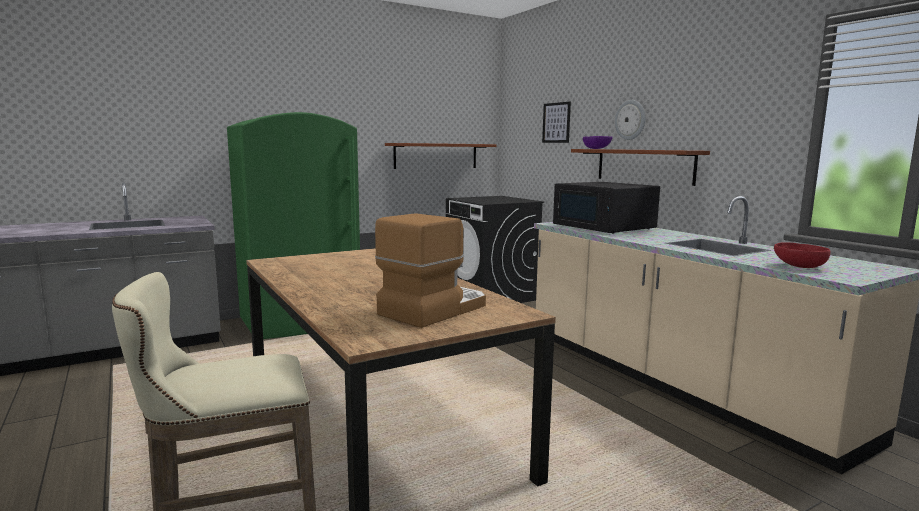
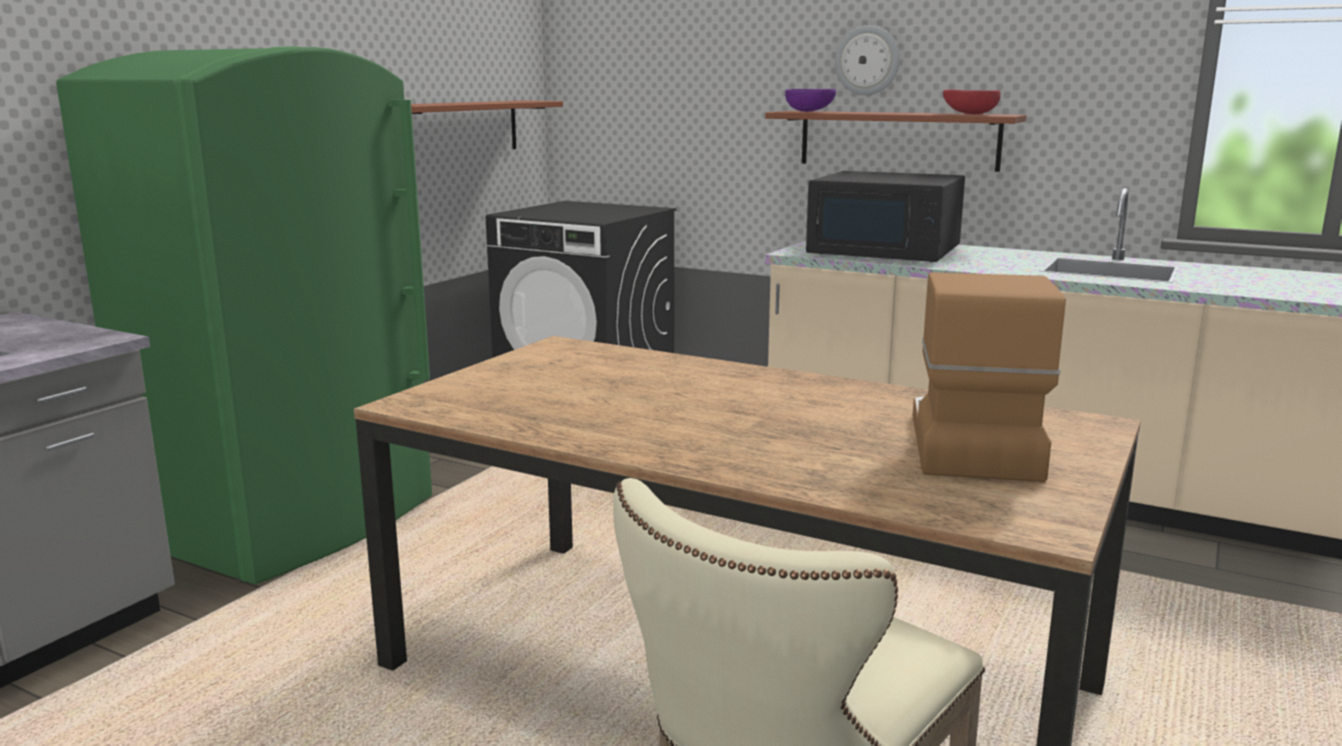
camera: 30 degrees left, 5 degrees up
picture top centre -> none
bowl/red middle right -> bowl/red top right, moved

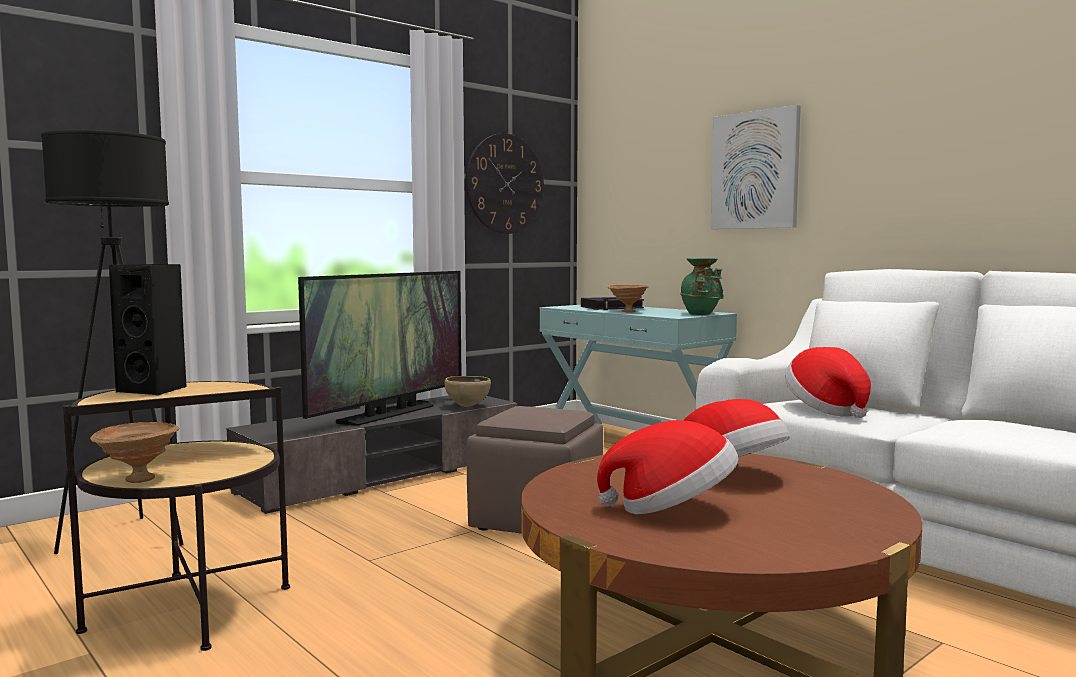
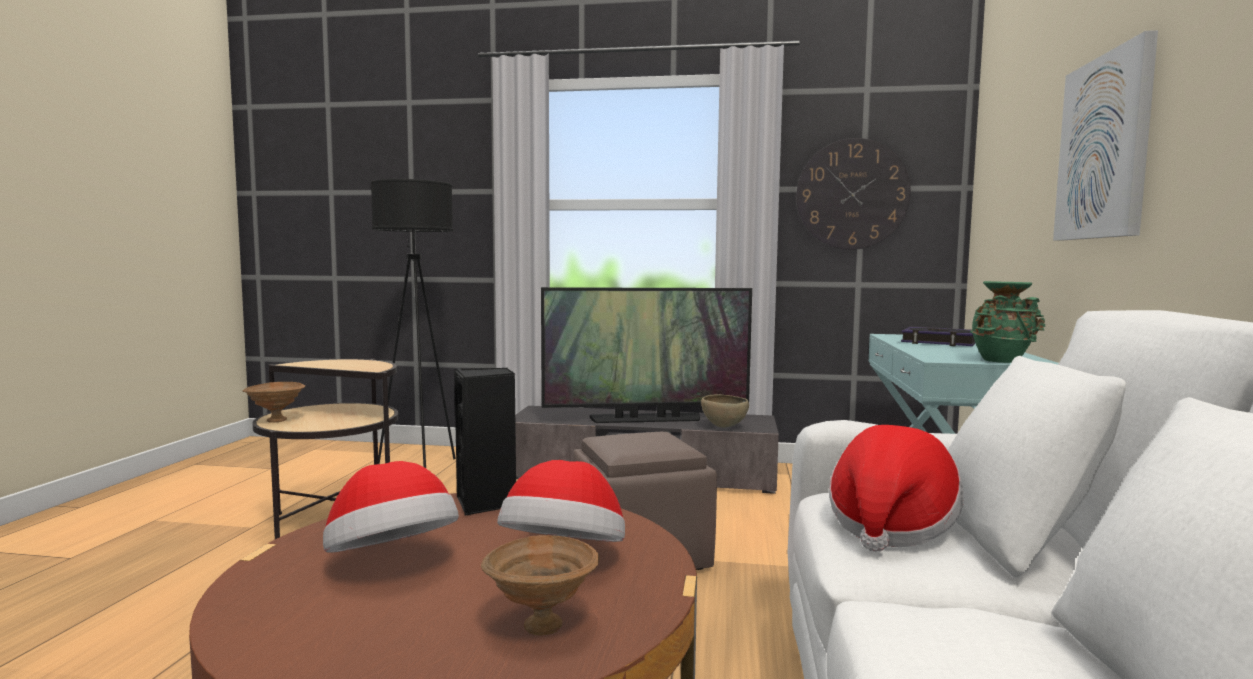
camera: 50 degrees right, 0 degrees up
speaker/black middle left -> speaker/black centre, moved
bowl/brown (3rd from left in the first image) centre -> bowl/brown (2nd from left) bottom centre, moved

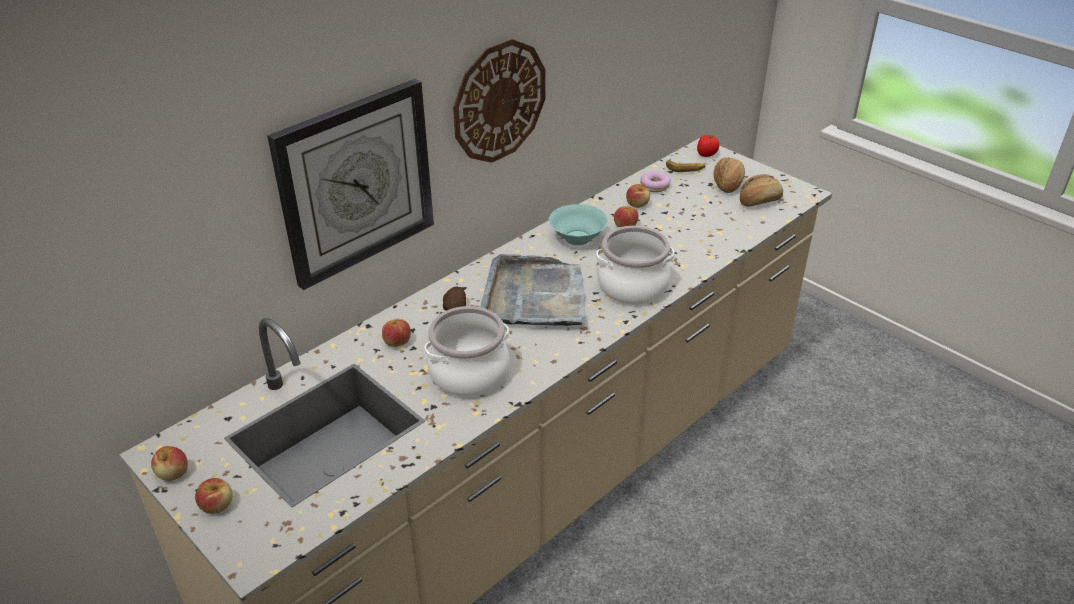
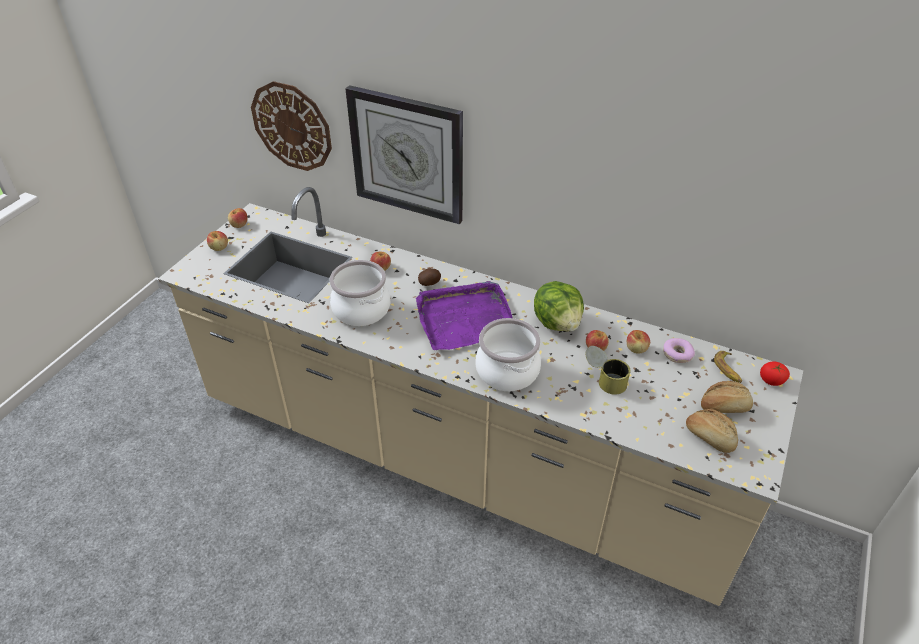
camera: 70 degrees right, 5 degrees up
wall clock (2nd from left in the first image) top centre -> wall clock (1st from left) top left, moved
tray/grey centre -> tray/purple centre
bowl/turquoise centre -> lettuce centre
none -> can centre

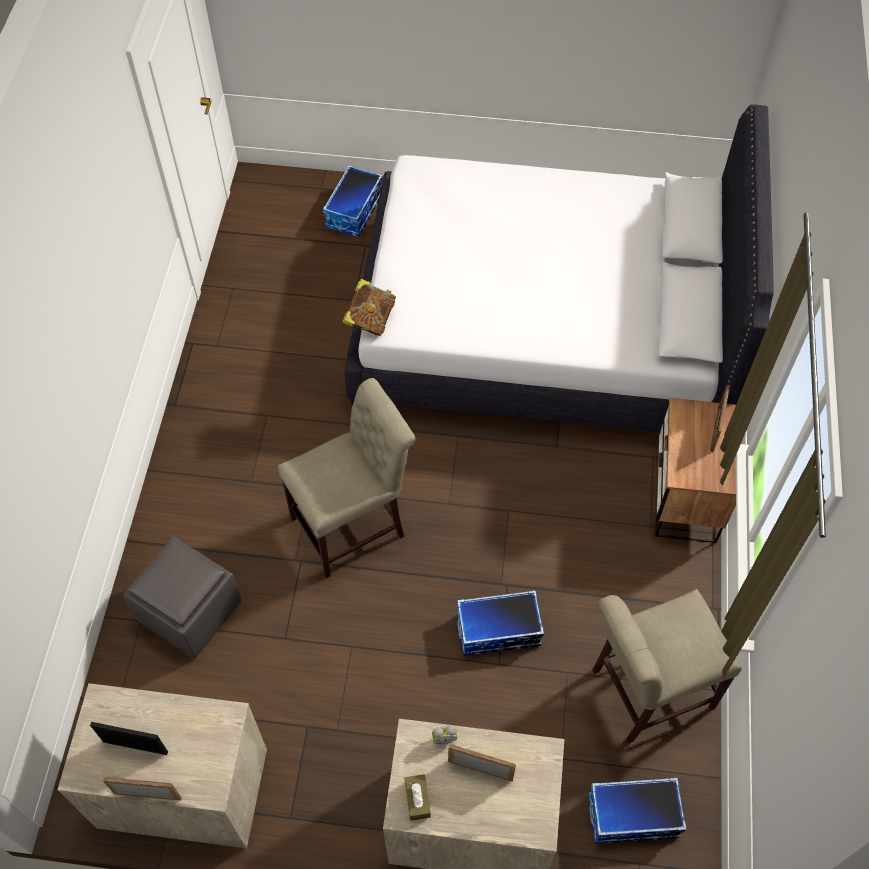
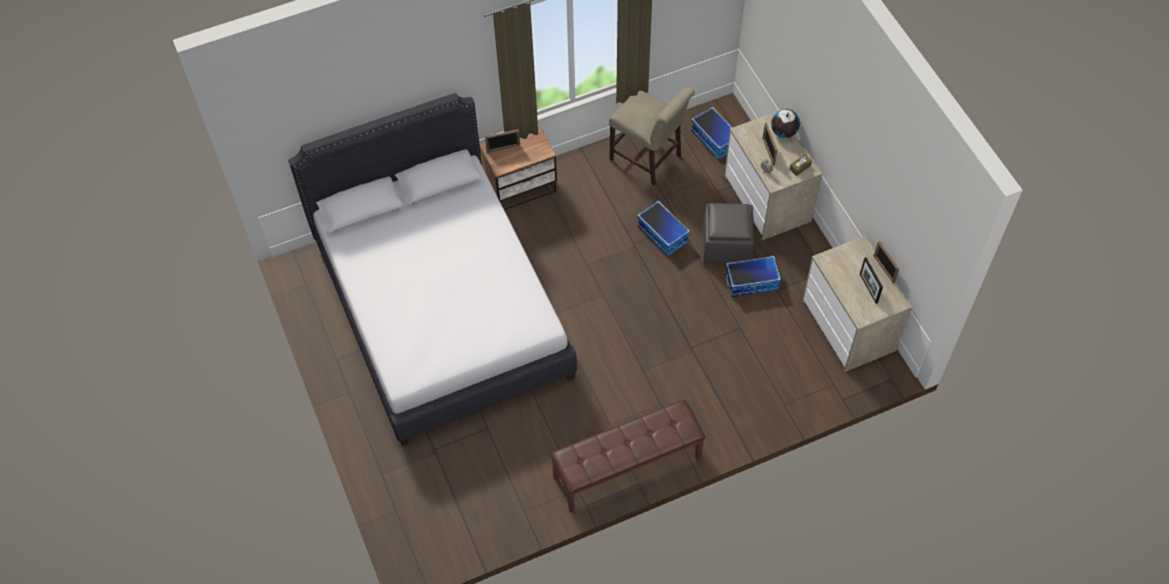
camera: 120 degrees left, 0 degrees up
ottoman/grey bottom left -> ottoman/grey centre, moved
chair/beige (1st from left) centre -> none
storage box (1st from left in the first image) top centre -> storage box (3rd from left) centre, moved
book centre -> none
none -> bench/brown bottom centre
none -> globe top right

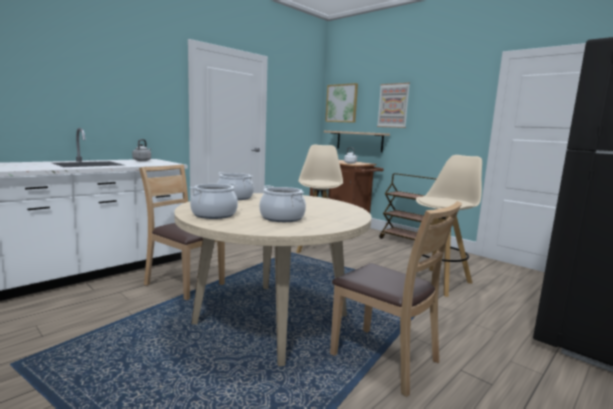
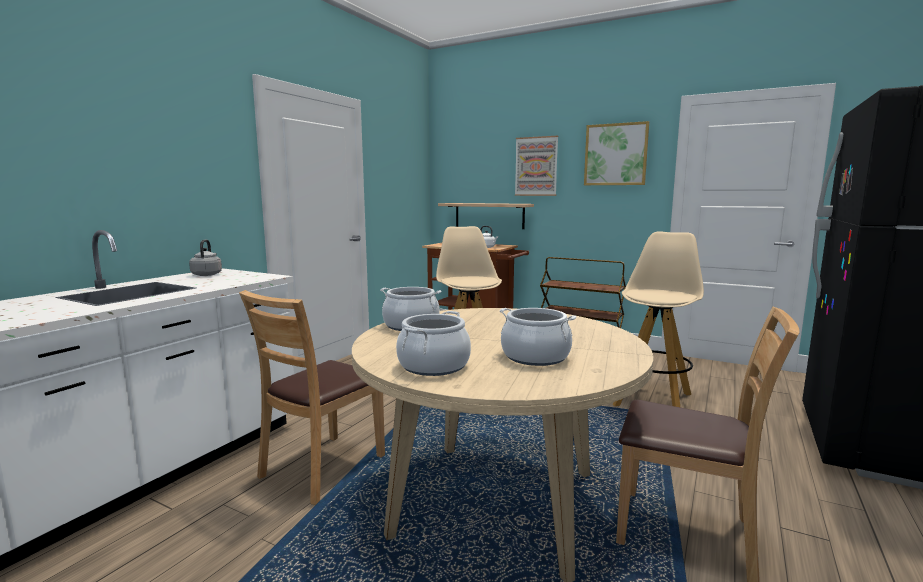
camera: 15 degrees left, 0 degrees up
chair/brown (1st from left) middle left -> chair/brown (1st from left) bottom centre, 75 degrees counterclockwise
picture (1st from left in the first image) top centre -> picture (2nd from left) top right, moved

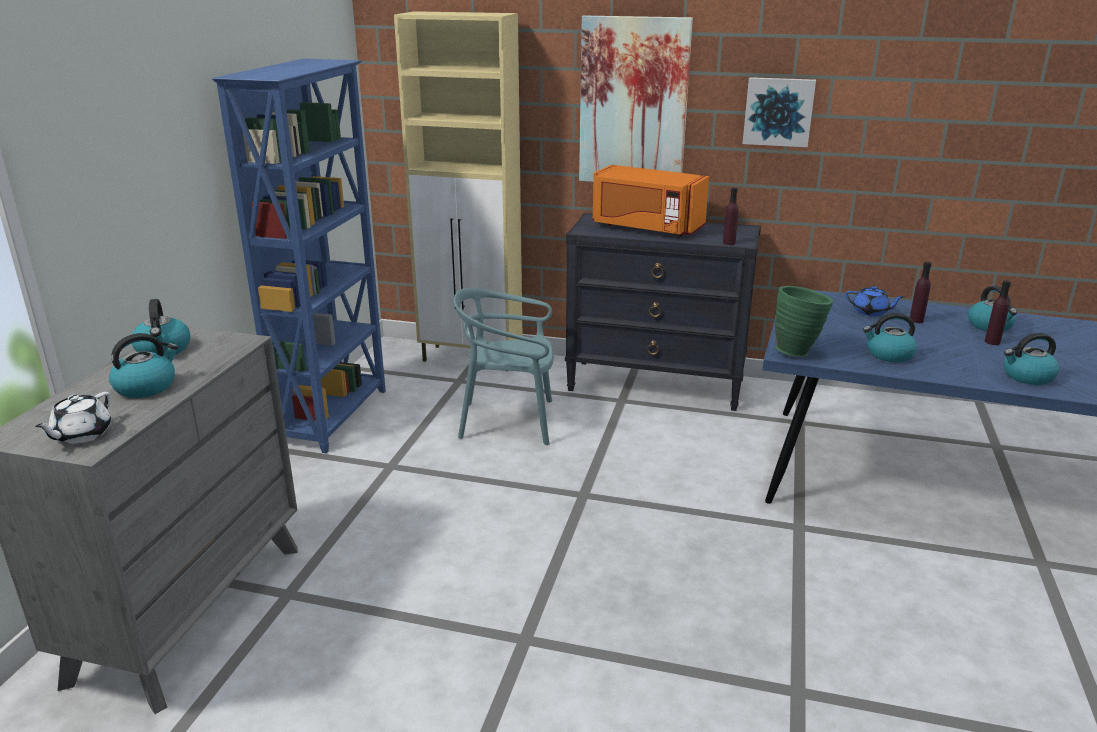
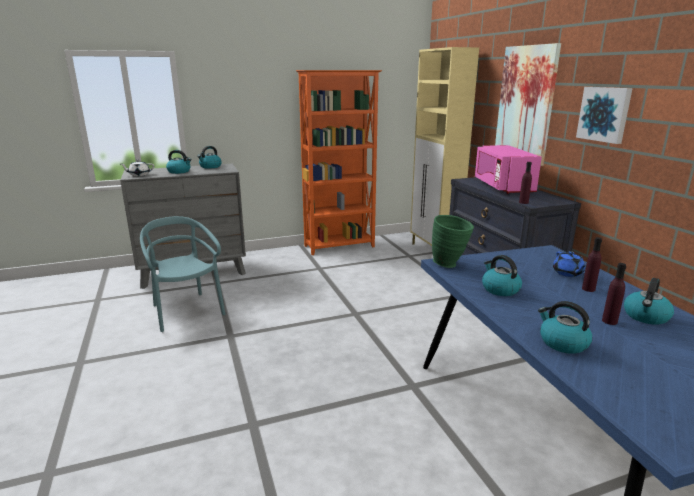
camera: 55 degrees right, 5 degrees down
bookcase/blue middle left -> bookcase/orange top centre
chair/turquoise centre -> chair/turquoise middle left, moved
microwave/orange top centre -> microwave/pink middle right

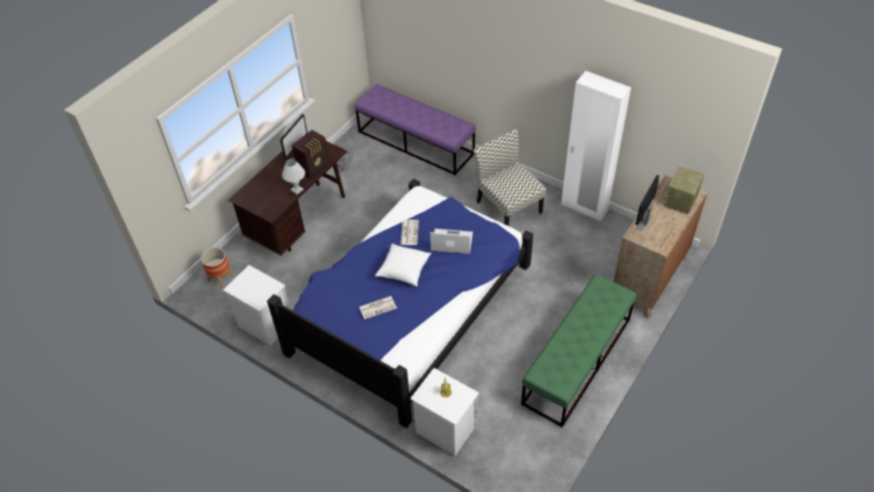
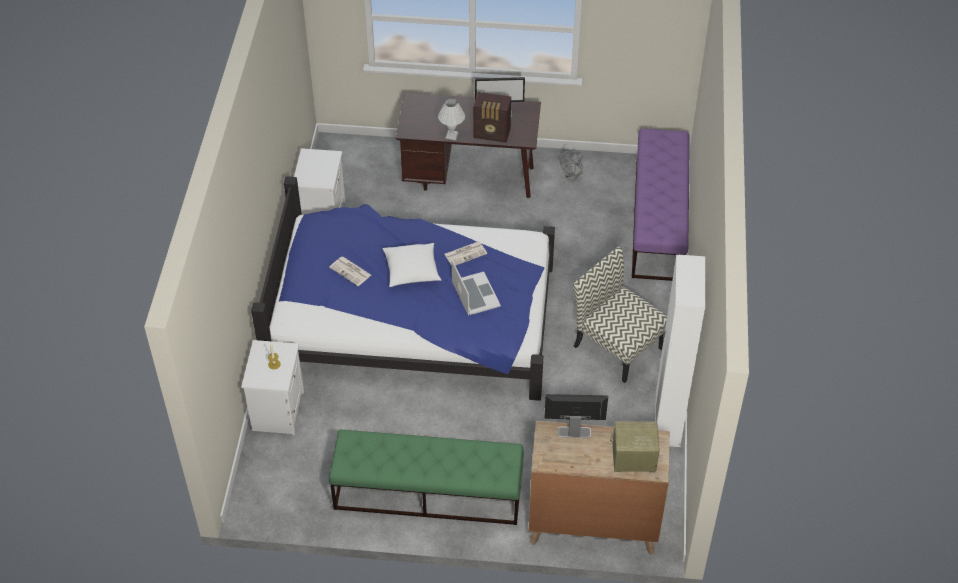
camera: 60 degrees right, 0 degrees up
planter middle left -> none
chair centre, 75 degrees counterclockwise

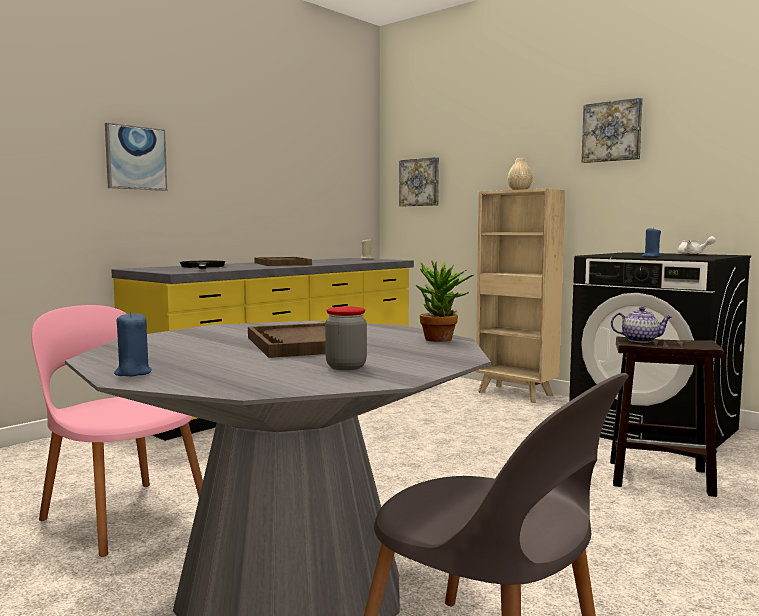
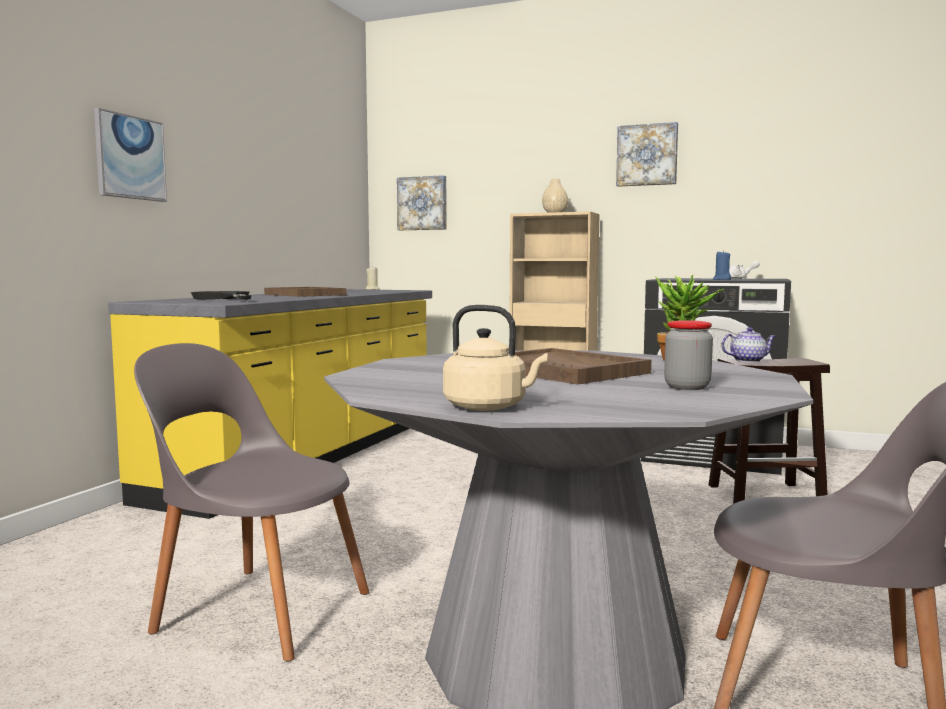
camera: 20 degrees left, 0 degrees up
chair/pink bottom left -> chair/grey (1st from left) bottom left
candle/blue (1st from left) middle left -> kettle/beige centre

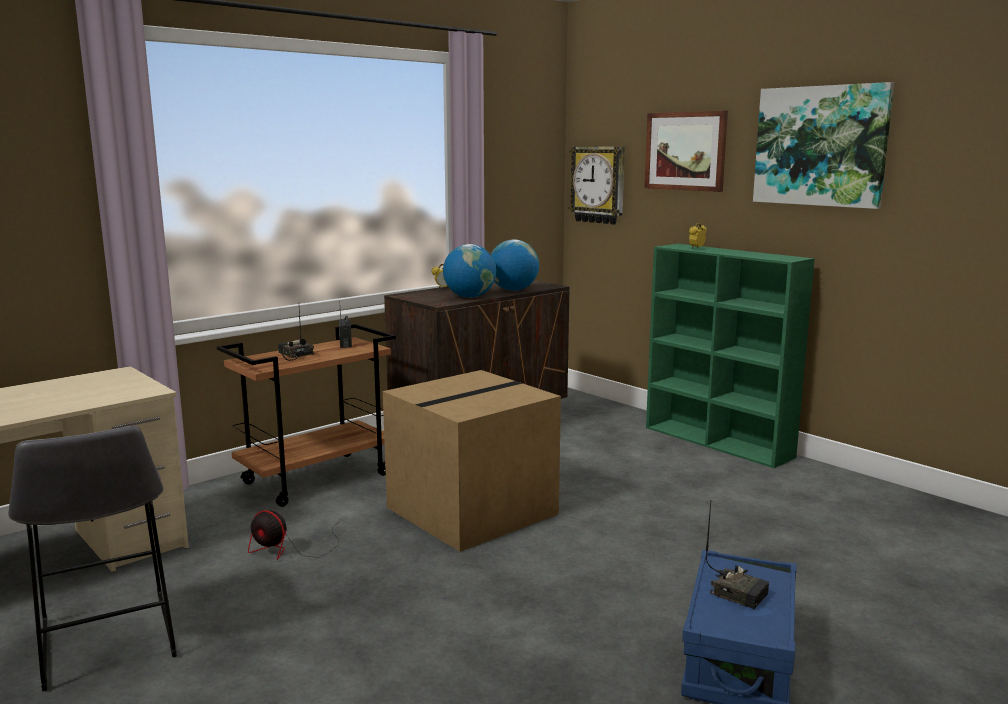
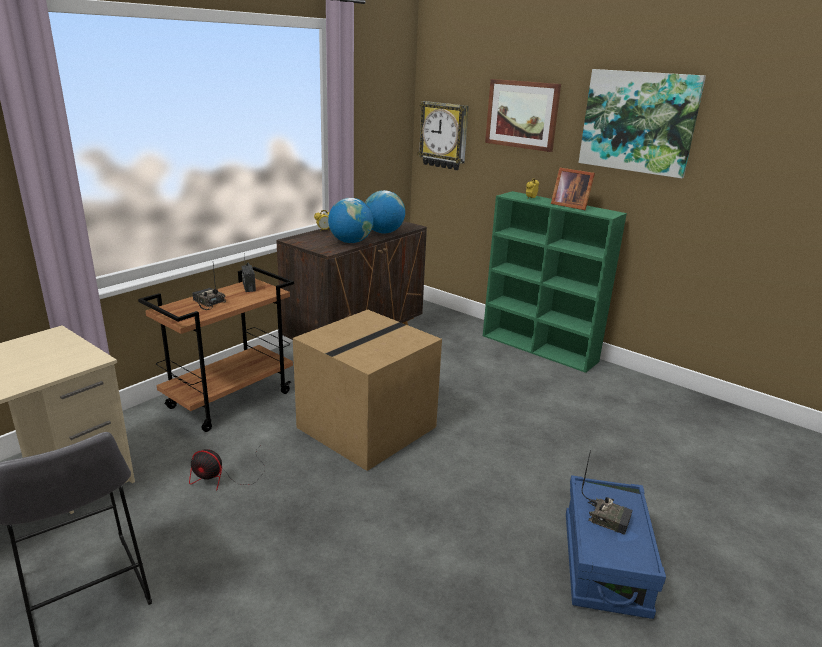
camera: 10 degrees left, 10 degrees up
none -> picture frame top right

